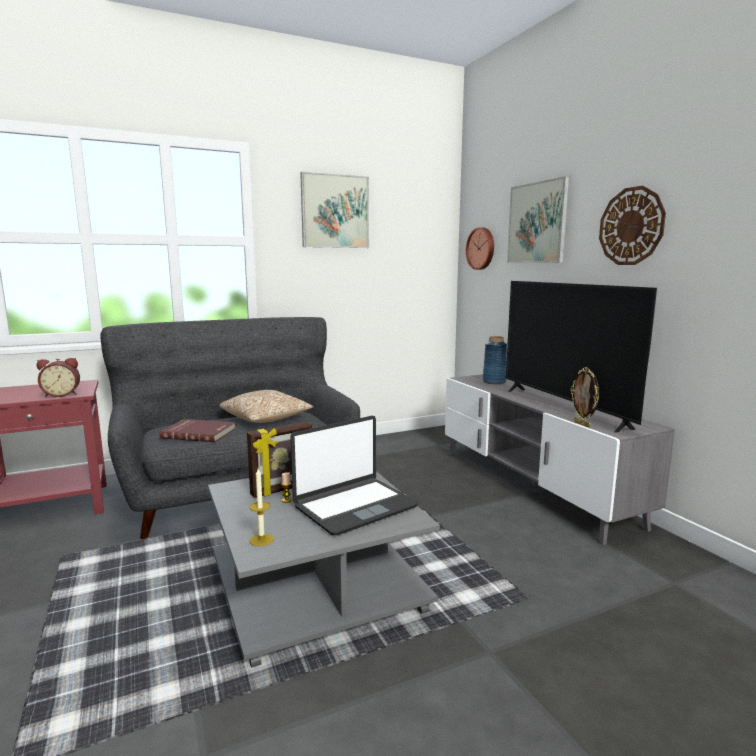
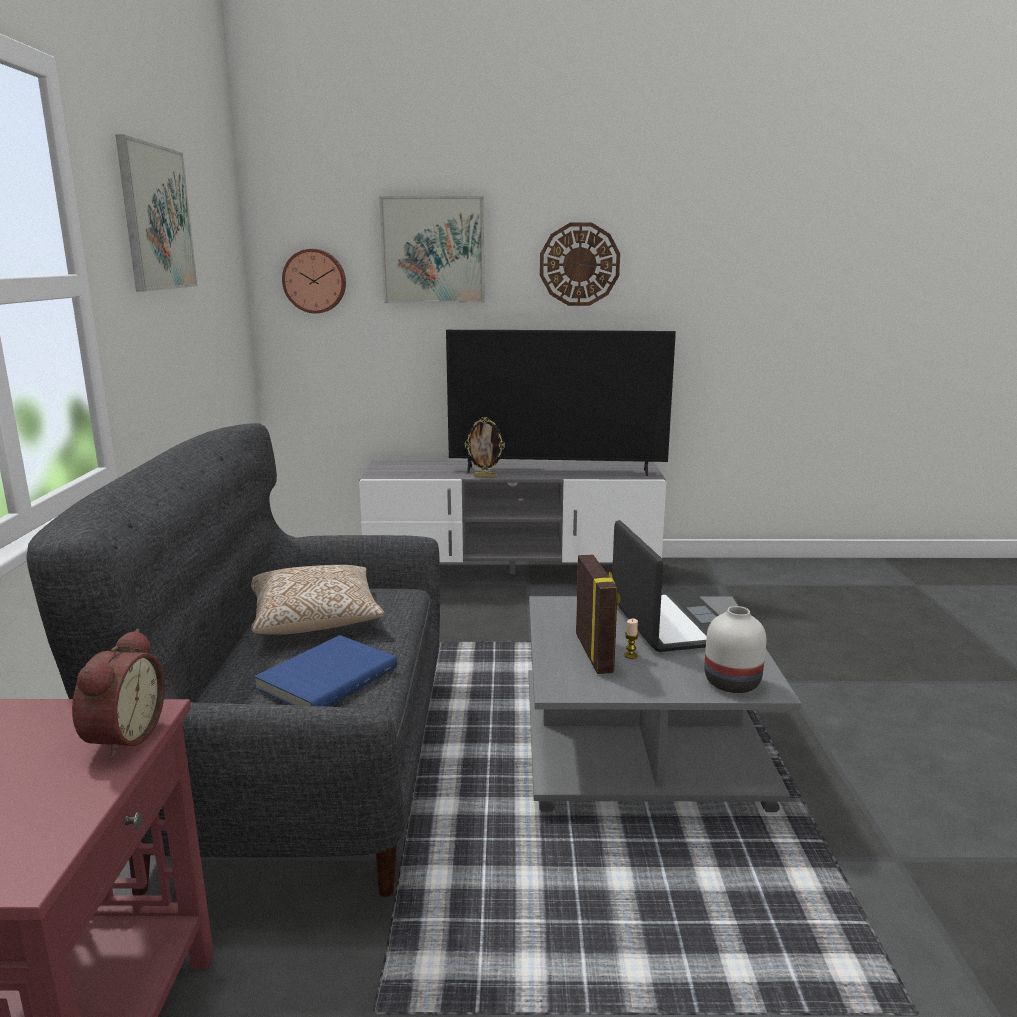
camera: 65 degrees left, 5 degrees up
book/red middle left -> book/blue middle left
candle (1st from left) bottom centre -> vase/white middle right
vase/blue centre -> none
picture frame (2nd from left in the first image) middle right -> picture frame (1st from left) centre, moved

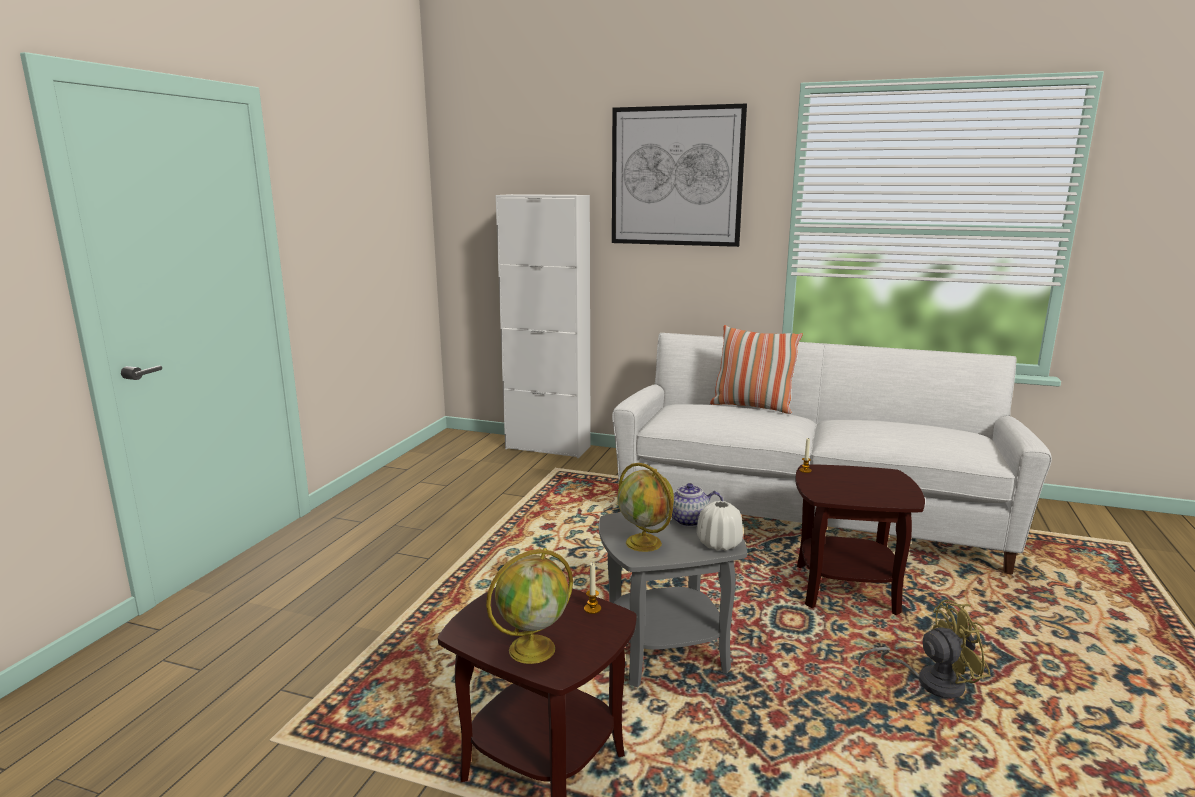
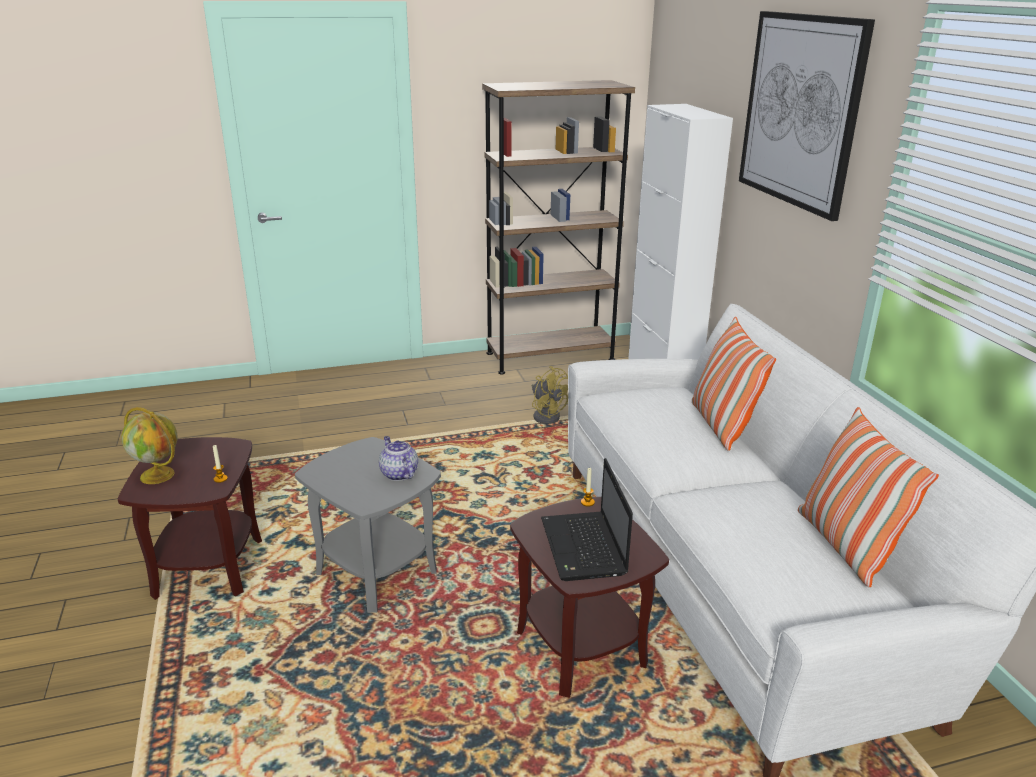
camera: 55 degrees right, 10 degrees up
globe (2nd from left) centre -> none
vase/white centre -> none
fan/yellow bottom right -> fan/yellow centre, moved
none -> bookcase/brown top centre
none -> laptop bottom centre
none -> pillow (2nd from left) middle right

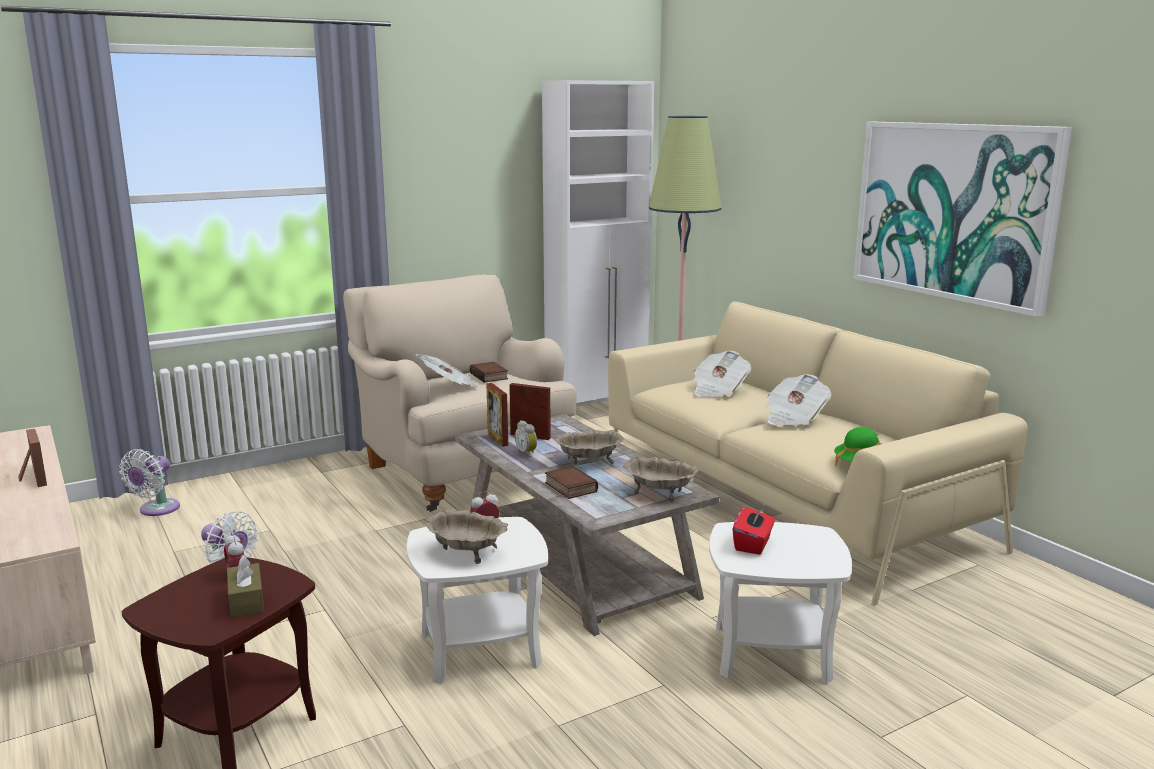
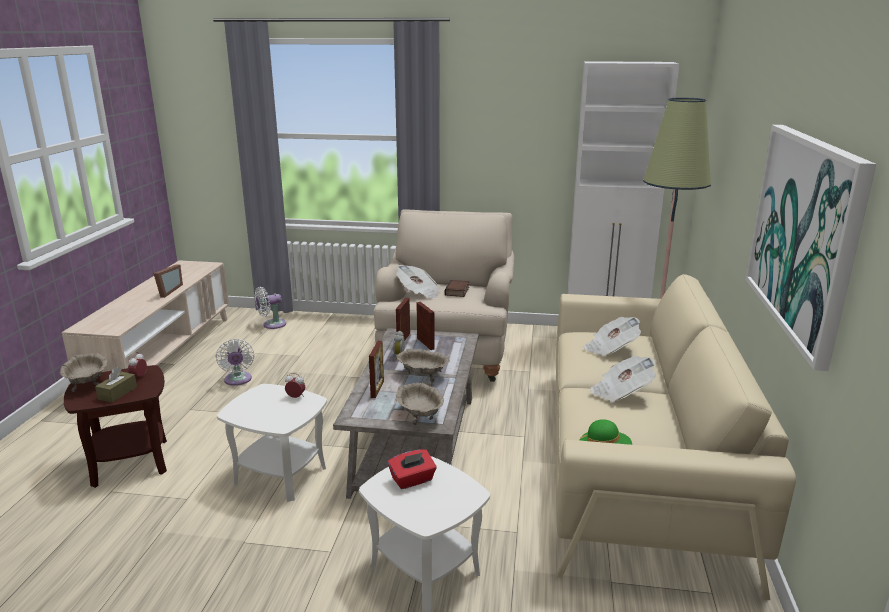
camera: 40 degrees right, 5 degrees up
bowl/beige (1st from left) bottom centre -> bowl/beige (1st from left) middle left, moved
book (2nd from left) centre -> picture frame (2nd from left) centre

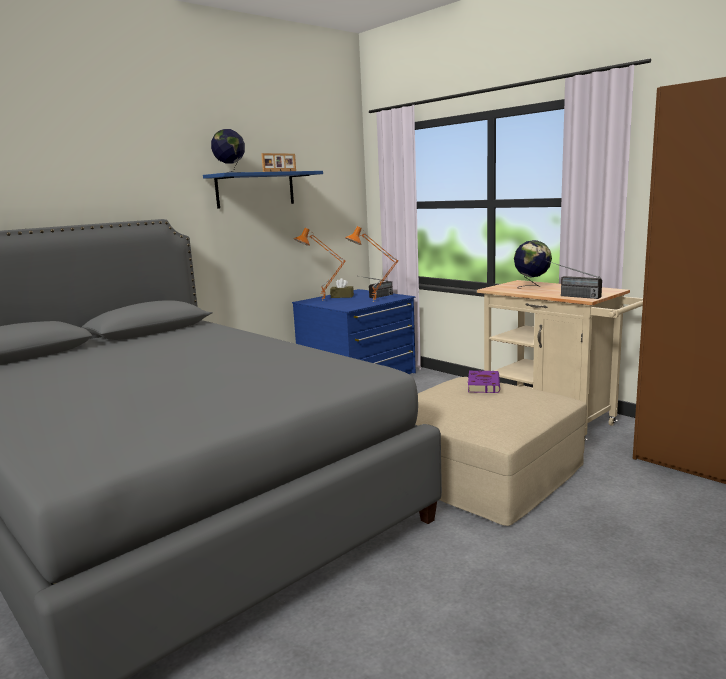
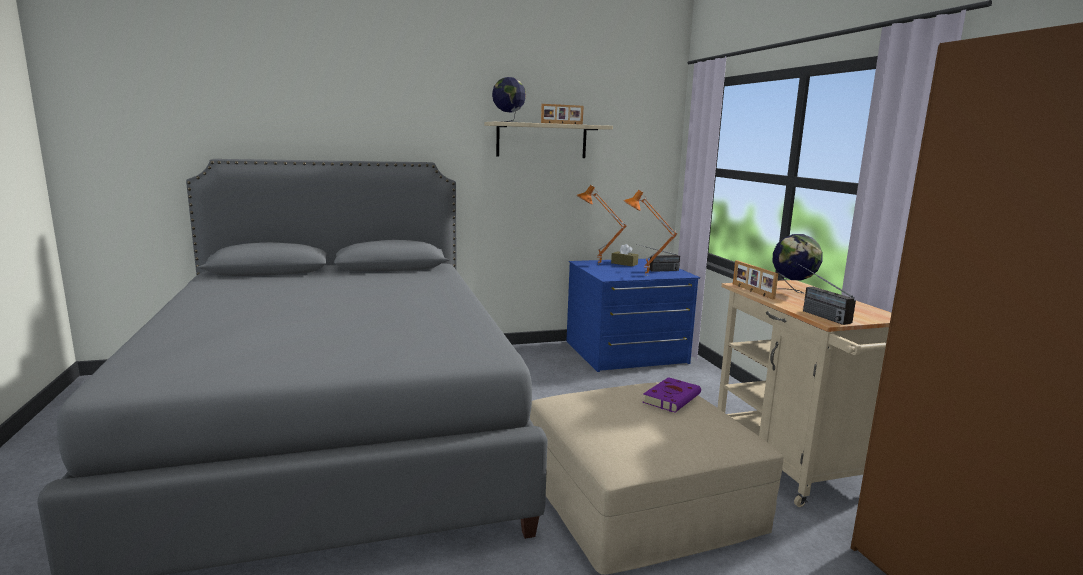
camera: 25 degrees right, 0 degrees up
shelf/blue top centre -> shelf/beige top centre
none -> picture frame (2nd from left) middle right

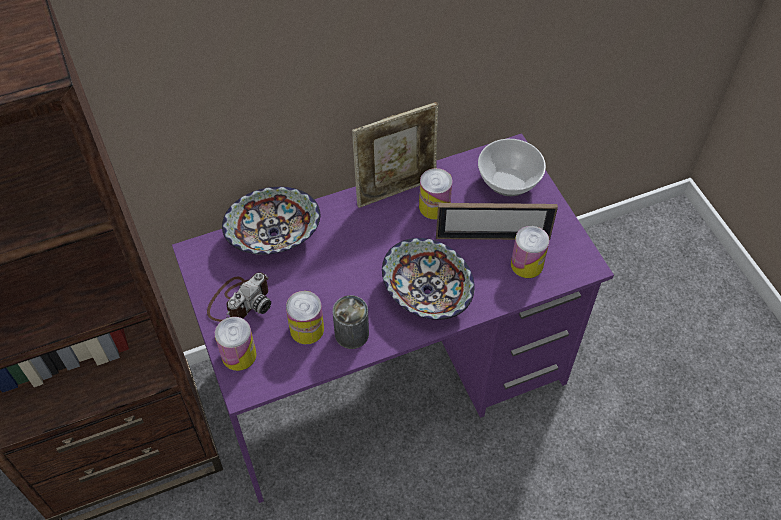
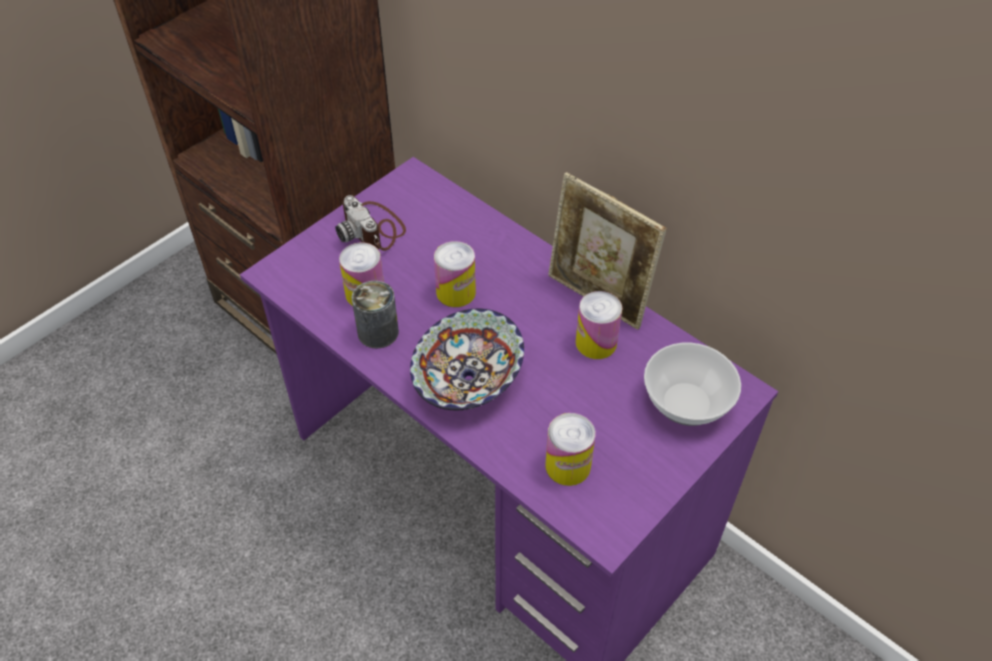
camera: 65 degrees right, 5 degrees down
photo camera middle left -> photo camera centre, 45 degrees clockwise
can (1st from left in the first image) middle left -> can (3rd from left) centre, moved
bowl (1st from left) centre -> none
picture frame (2nd from left) centre -> none

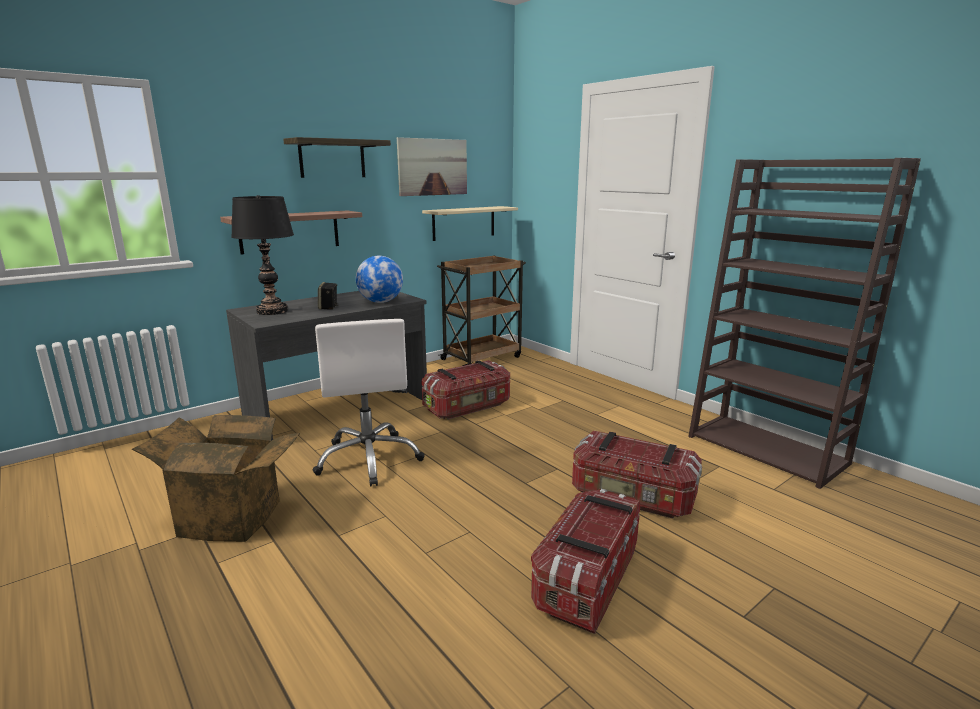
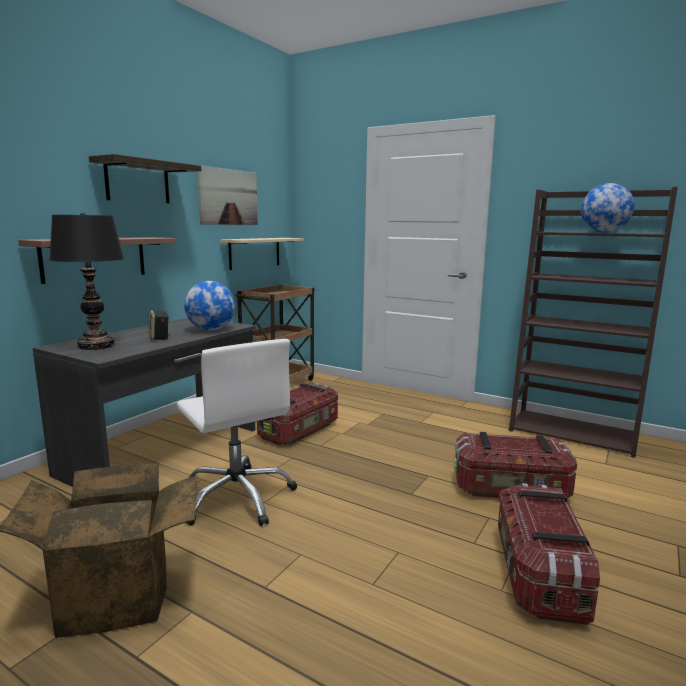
camera: 20 degrees left, 5 degrees down
none -> globe (2nd from left) top right

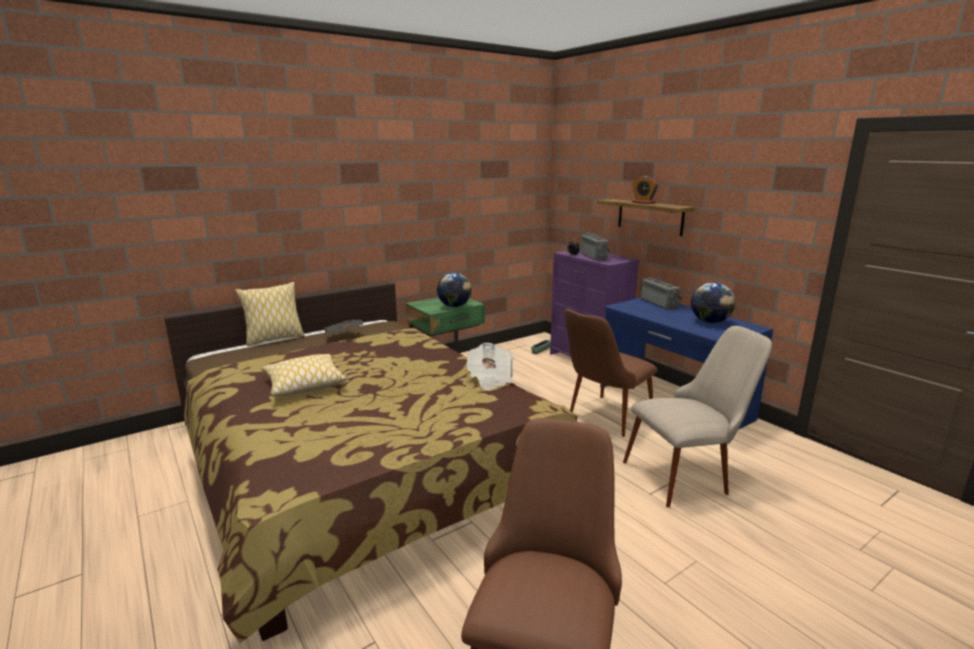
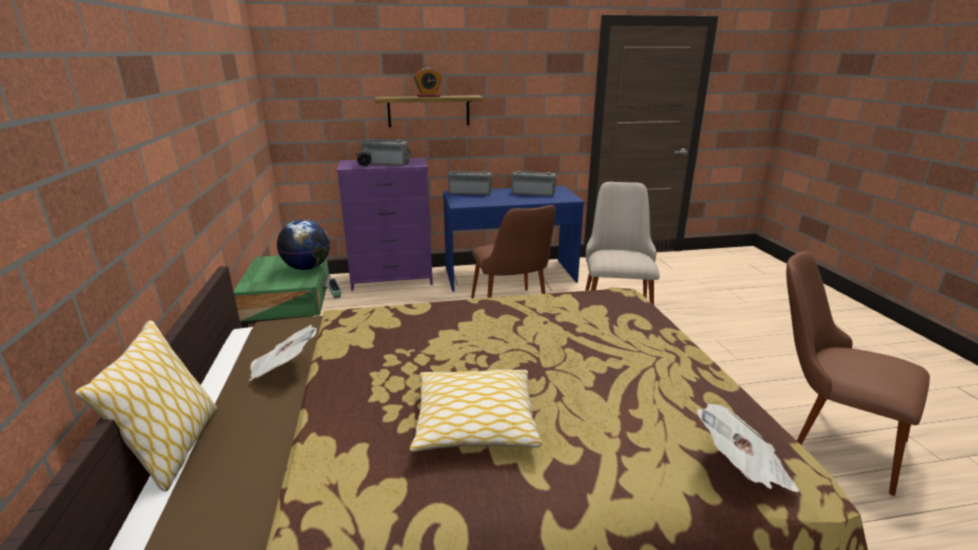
camera: 65 degrees left, 5 degrees up
newspaper (2nd from left) centre -> newspaper (2nd from left) bottom right, moved
globe (2nd from left) middle right -> radio (3rd from left) top centre

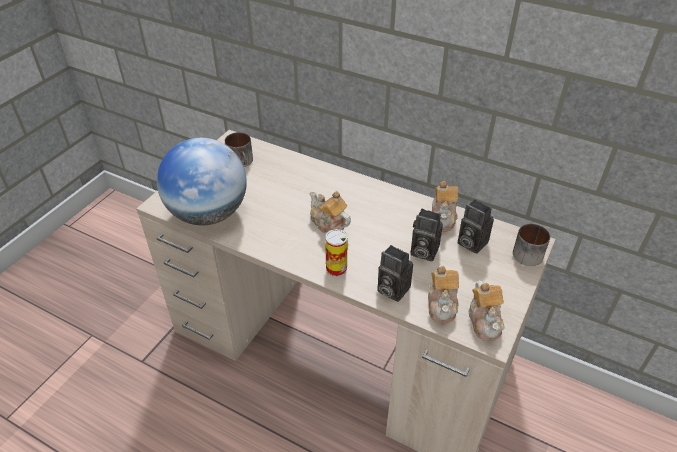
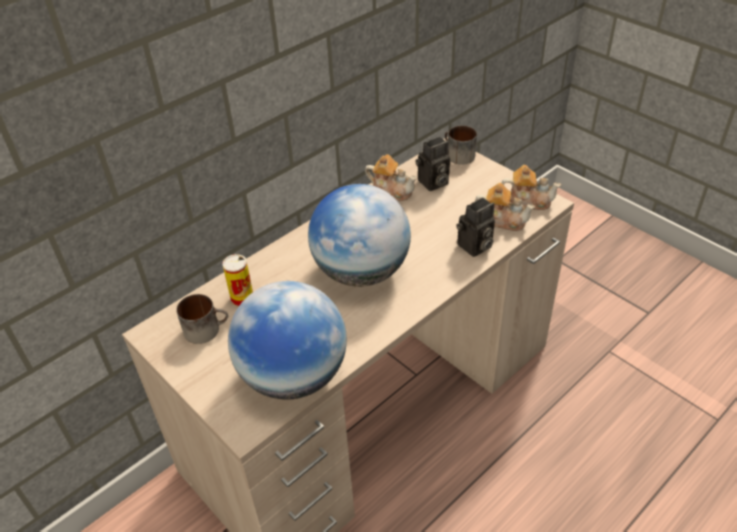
camera: 70 degrees left, 0 degrees up
teapot (1st from left) centre -> globe (2nd from left) centre
can centre -> can middle left, moved
photo camera (2nd from left) centre -> none

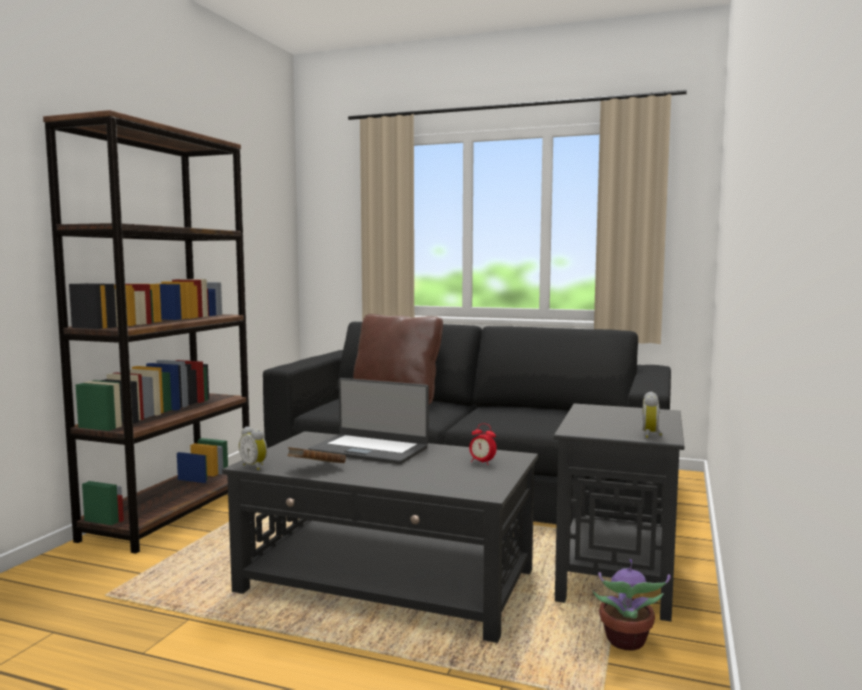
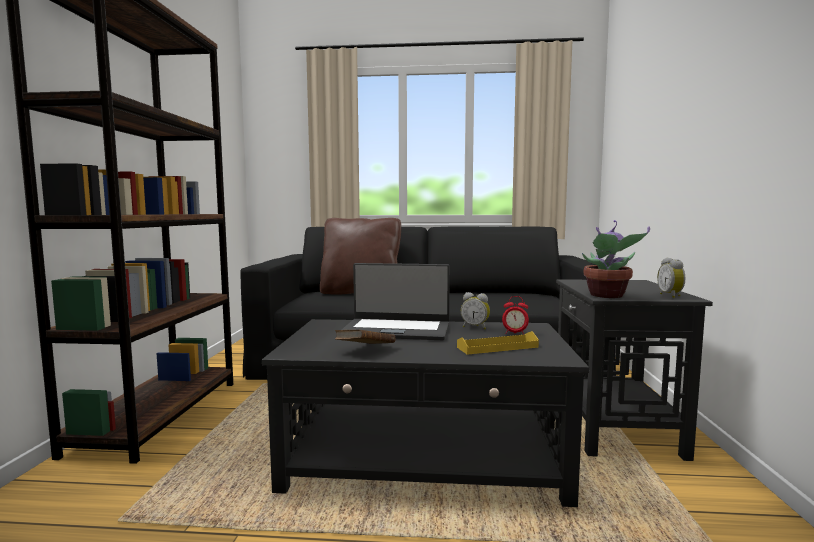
camera: 15 degrees left, 0 degrees up
alarm clock (1st from left) middle left -> alarm clock (1st from left) centre, moved
potted plant bottom right -> potted plant middle right, moved
none -> tray/yellow centre

